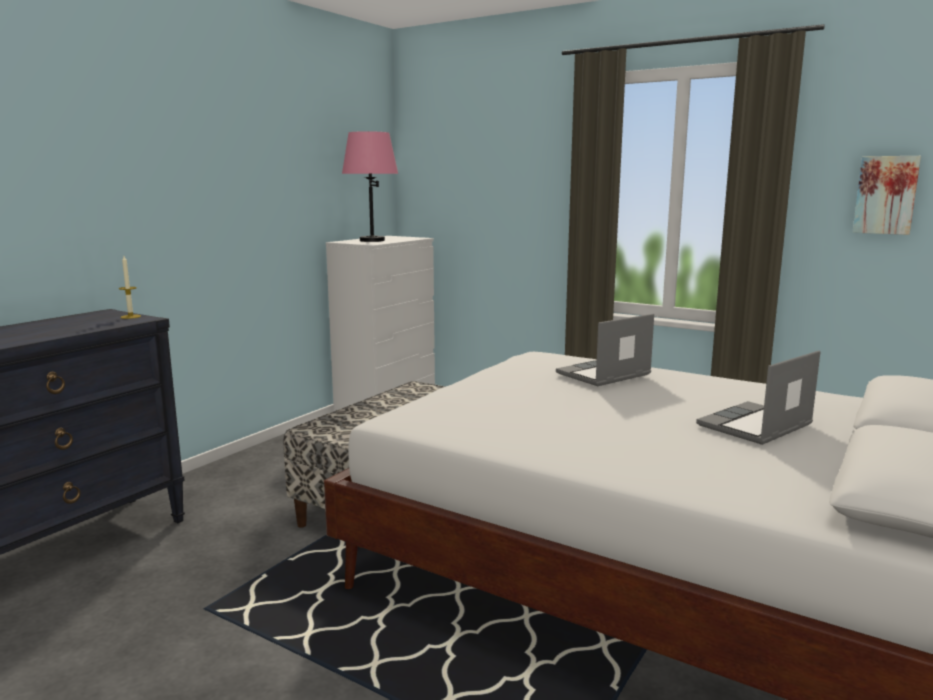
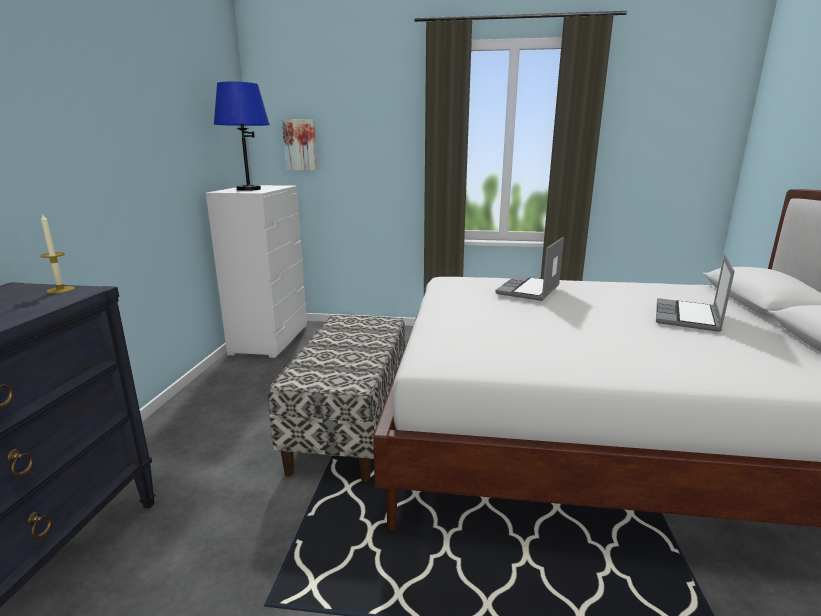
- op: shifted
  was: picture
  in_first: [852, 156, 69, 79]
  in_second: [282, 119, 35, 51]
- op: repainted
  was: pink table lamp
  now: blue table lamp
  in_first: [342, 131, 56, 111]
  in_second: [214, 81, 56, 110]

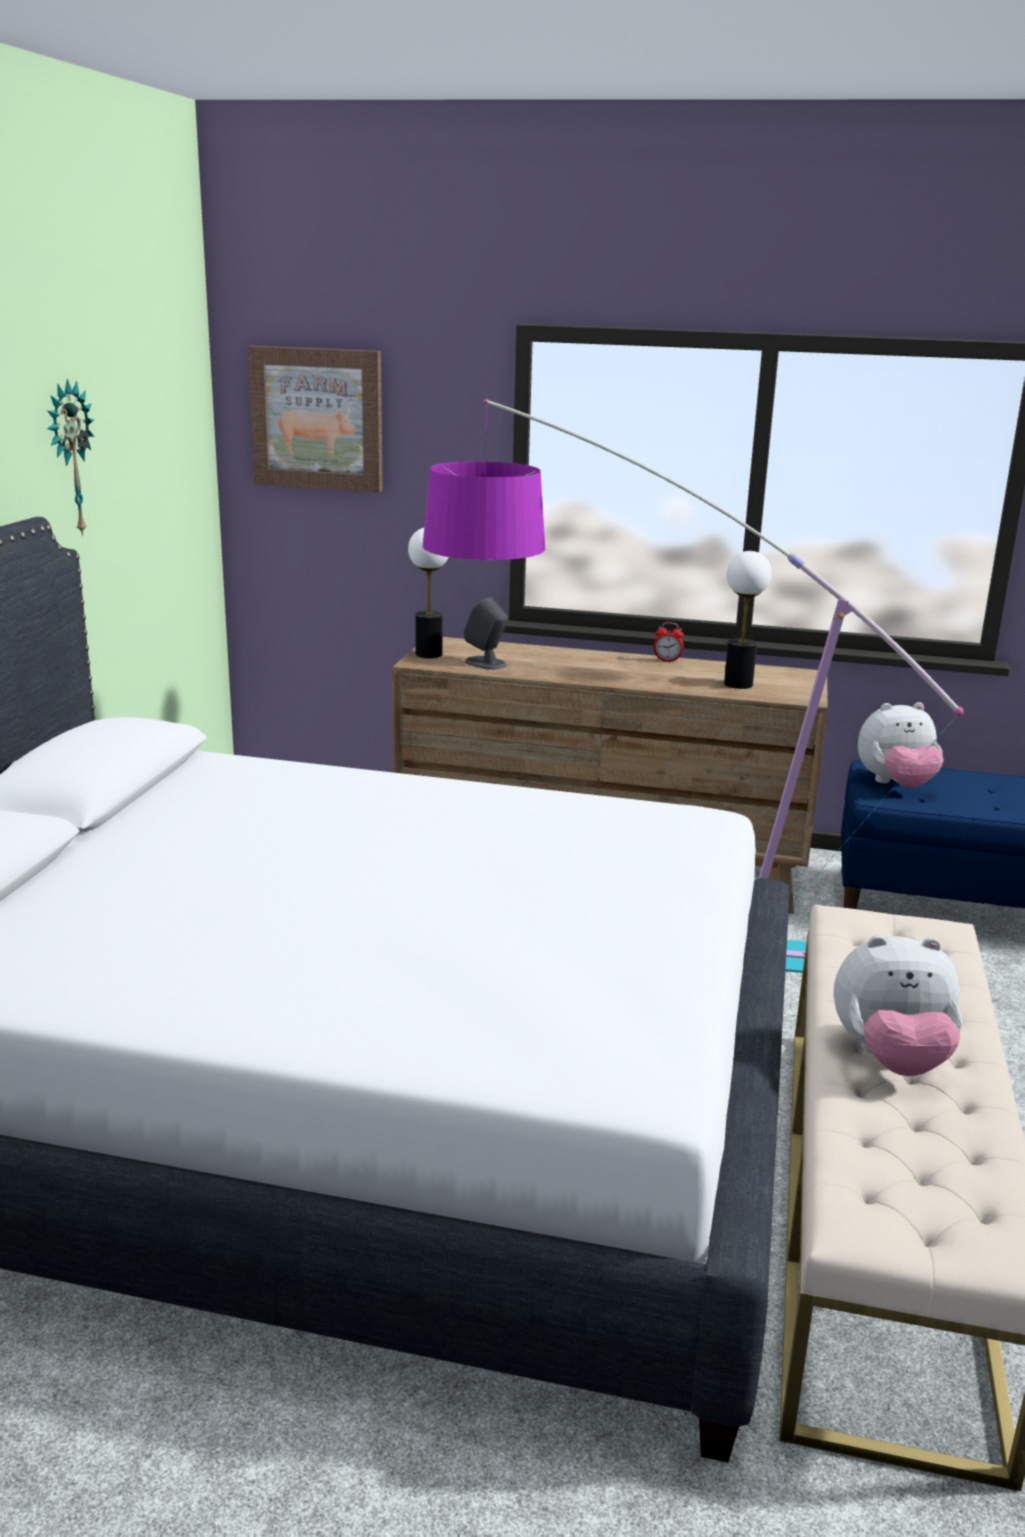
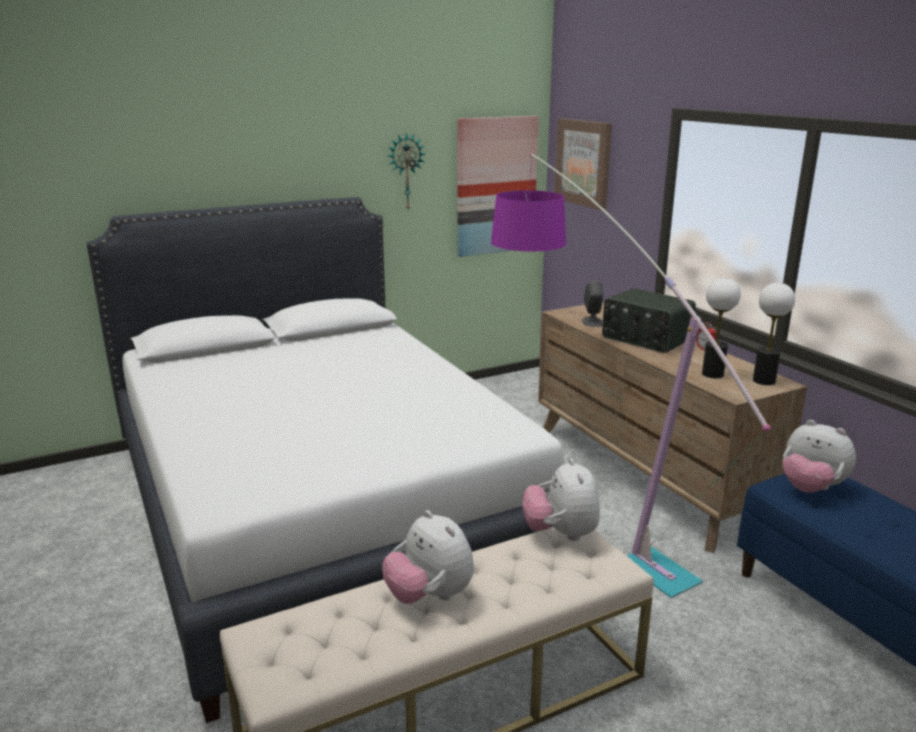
- op: new
  now: picture
  in_second: [457, 116, 82, 141]
- op: new
  now: plush toy
  in_second: [522, 458, 78, 83]
- op: new
  now: radio
  in_second: [602, 288, 94, 65]
- op: shifted
  was: table lamp
  in_first: [408, 528, 41, 130]
  in_second: [753, 283, 42, 102]

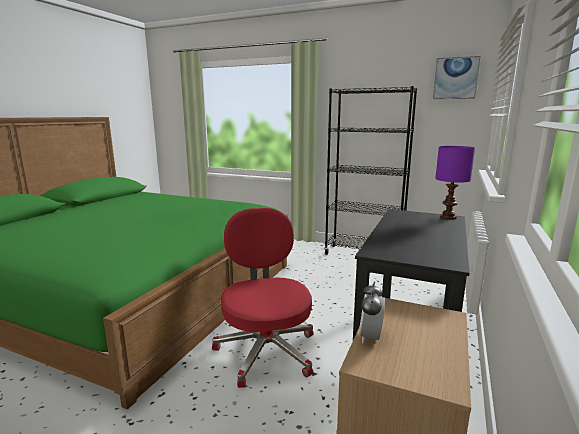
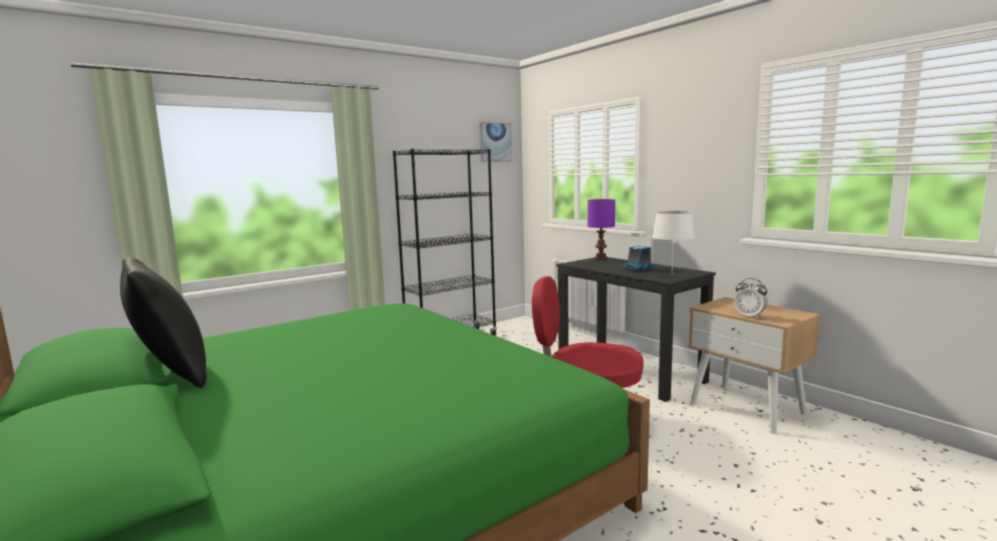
- op: new
  now: black pillow
  in_second: [120, 257, 87, 131]
- op: new
  now: toy truck
  in_second: [622, 246, 32, 25]
- op: new
  now: white table lamp
  in_second: [652, 211, 43, 56]

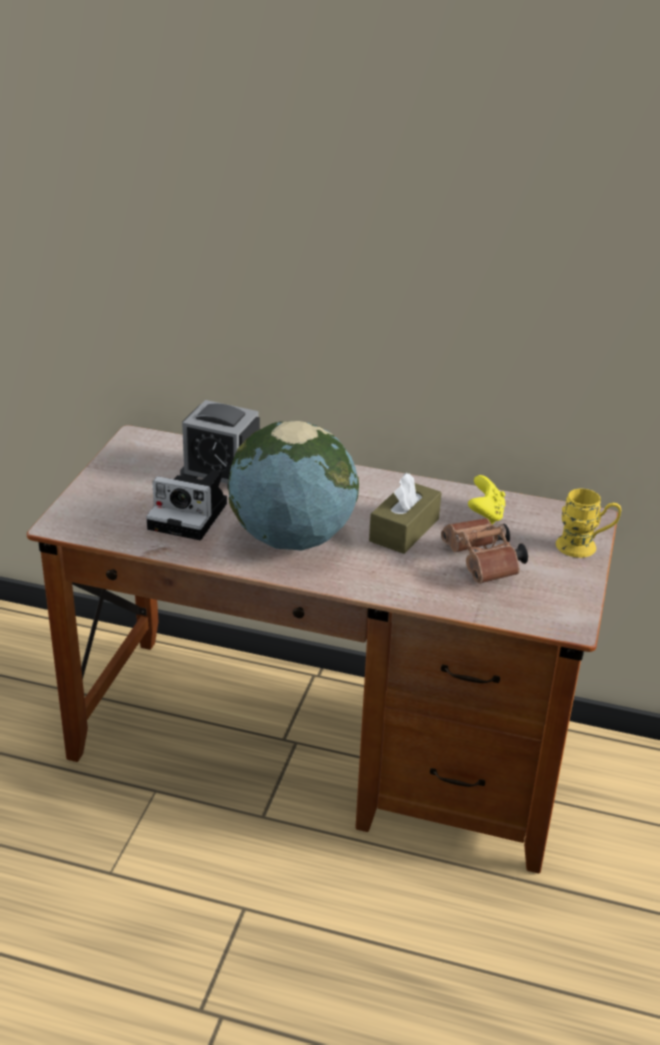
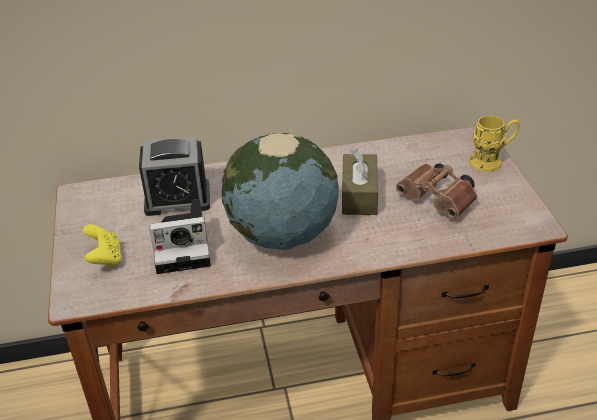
- op: shifted
  was: yellow game controller
  in_first: [468, 475, 37, 50]
  in_second: [83, 224, 39, 44]

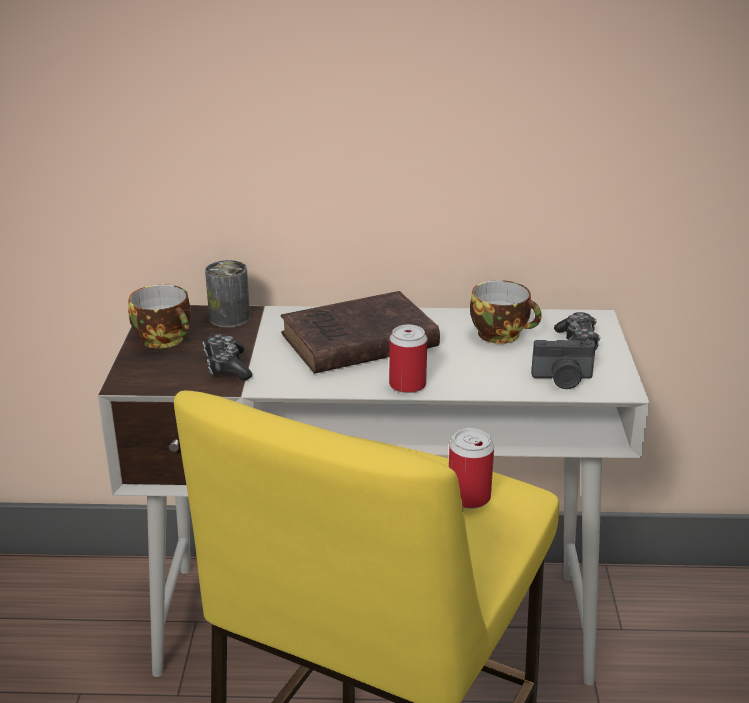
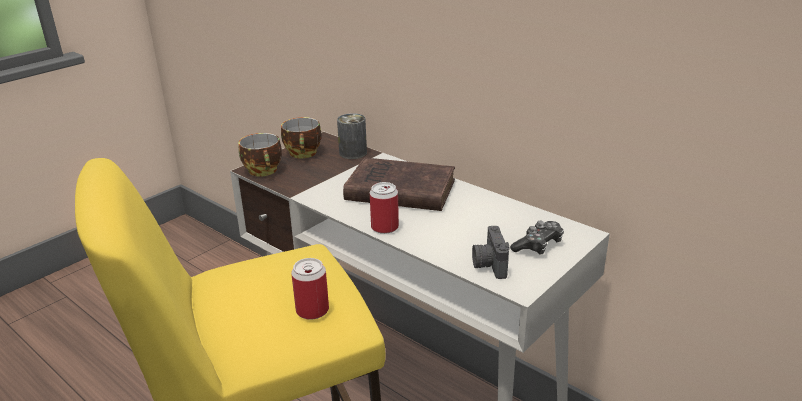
- op: gone
  was: game controller
  in_first: [202, 334, 50, 47]
- op: shifted
  was: cup
  in_first: [470, 280, 72, 64]
  in_second: [238, 133, 44, 44]
- op: rotated
  was: photo camera
  in_first: [531, 337, 65, 52]
  in_second: [472, 226, 38, 53]
  clockwise: 45

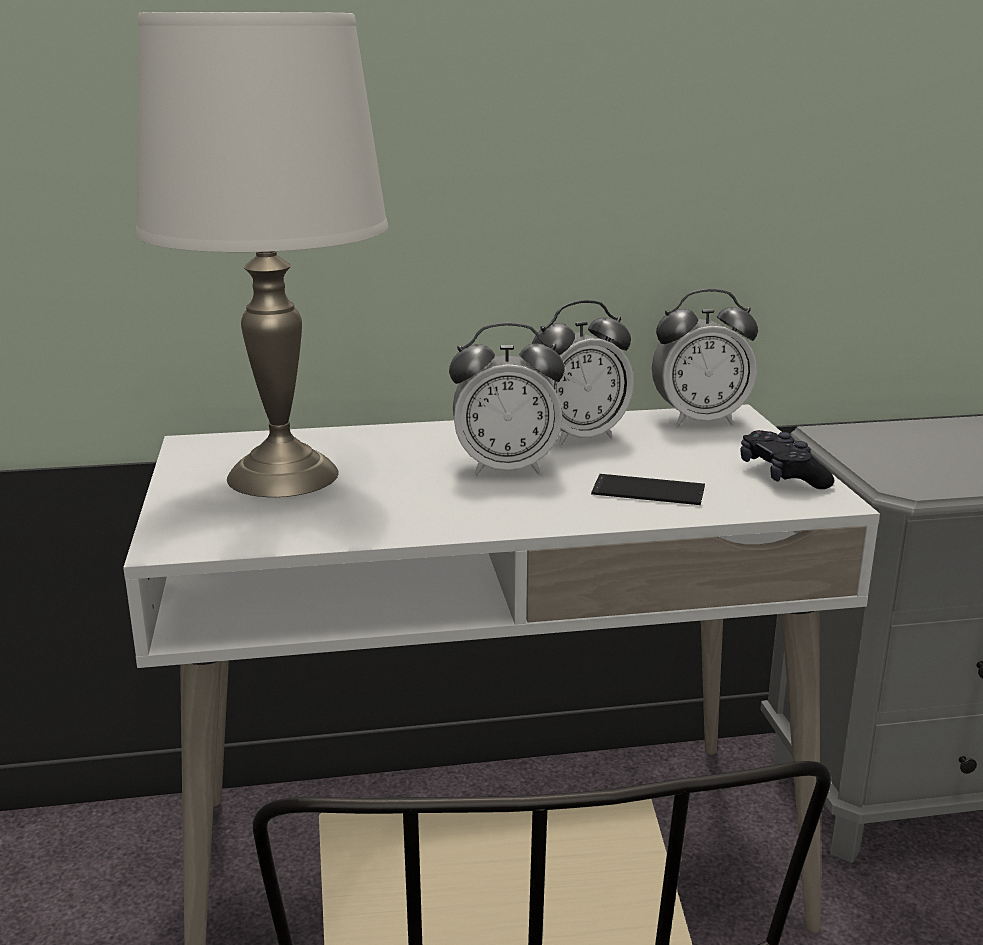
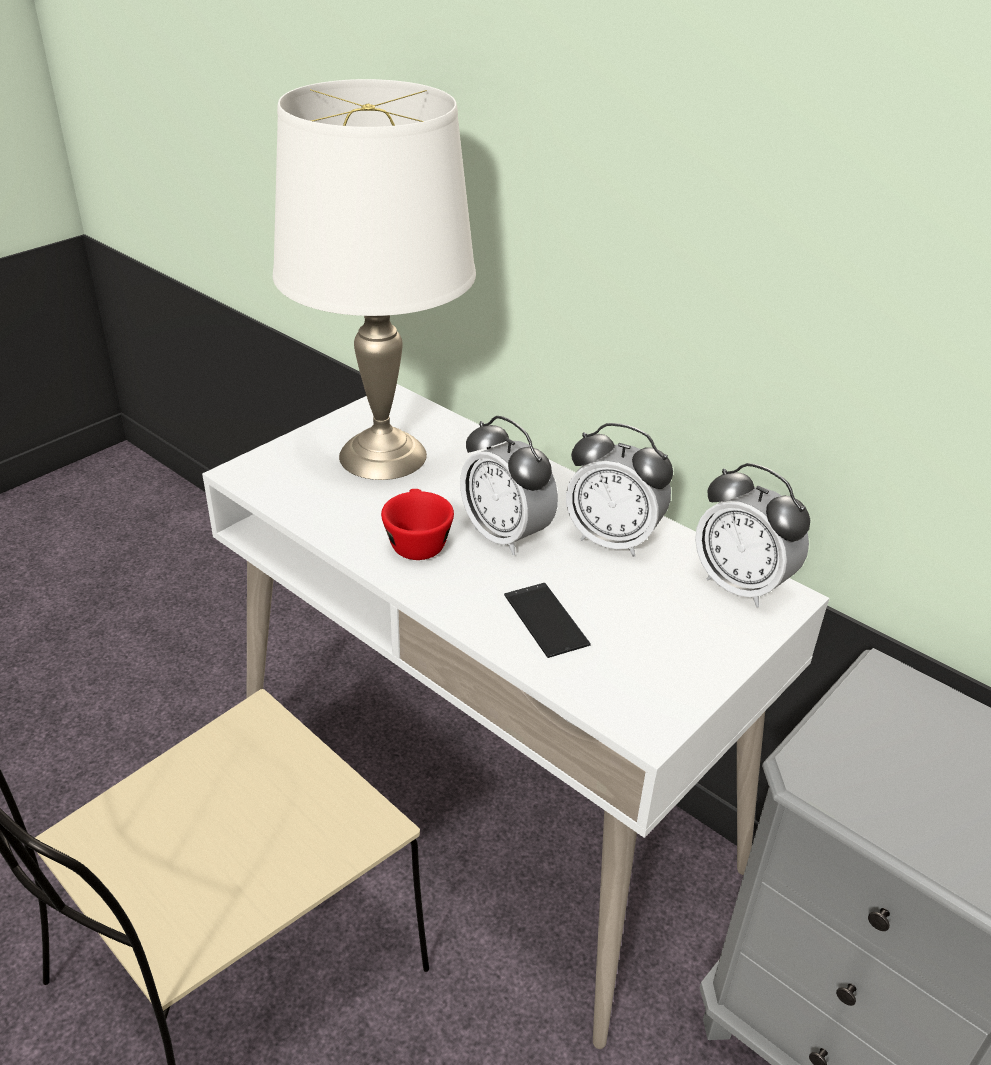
- op: gone
  was: black game controller
  in_first: [740, 430, 94, 59]
- op: new
  now: red cup
  in_second: [381, 489, 73, 71]

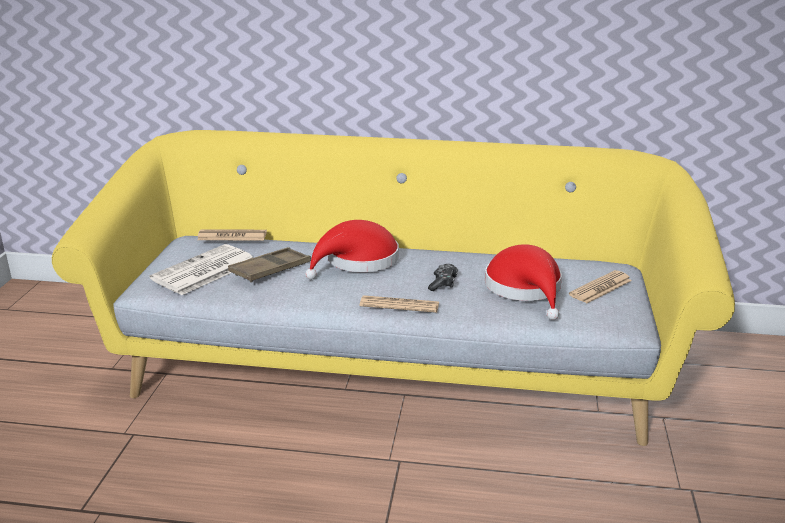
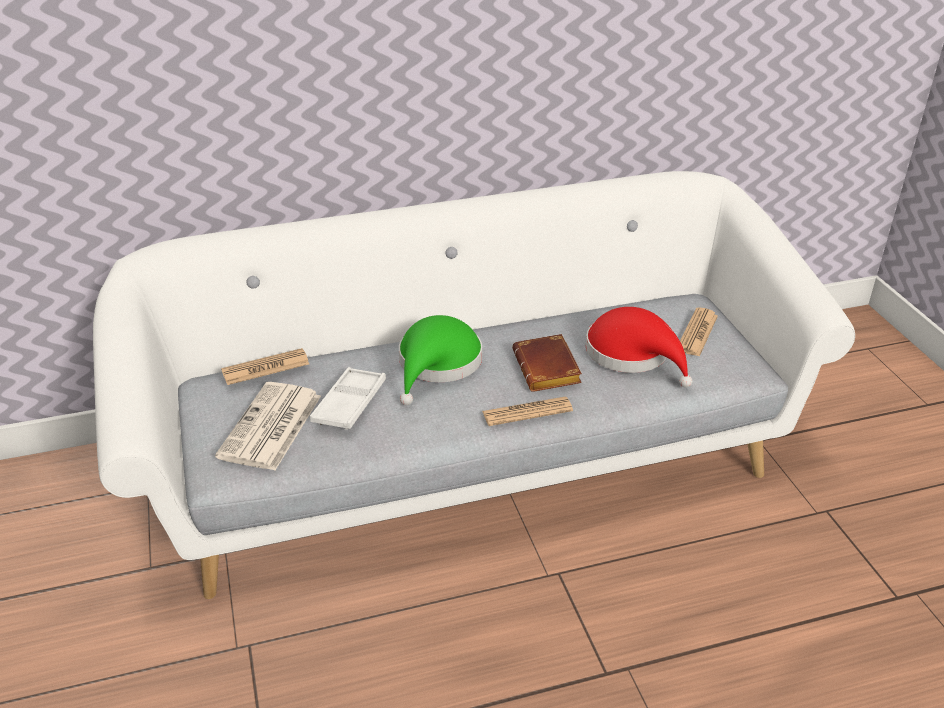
- op: swapped
  was: game controller
  now: brown book
  in_first: [428, 264, 30, 27]
  in_second: [512, 334, 70, 58]
- op: repainted
  was: yellow sofa
  now: white sofa
  in_first: [52, 130, 683, 316]
  in_second: [93, 171, 762, 428]
- op: repainted
  was: brown tray
  now: white tray
  in_first: [228, 247, 83, 36]
  in_second: [310, 367, 76, 63]
- op: repainted
  was: red hat
  now: green hat
  in_first: [305, 220, 94, 60]
  in_second: [399, 315, 83, 90]

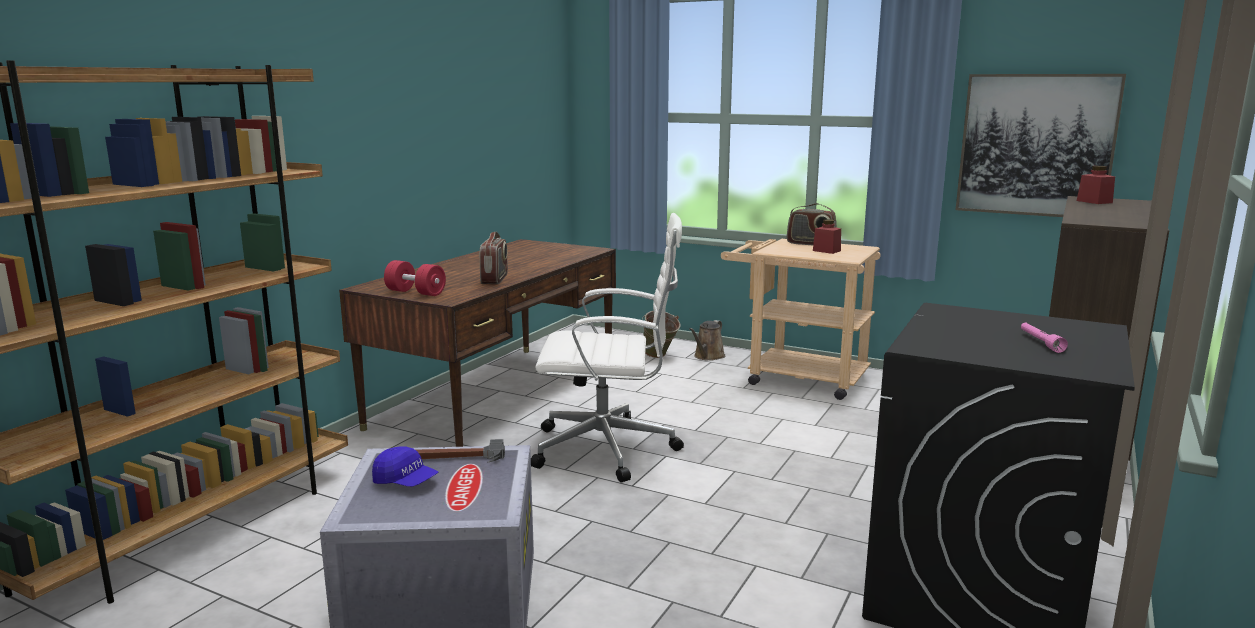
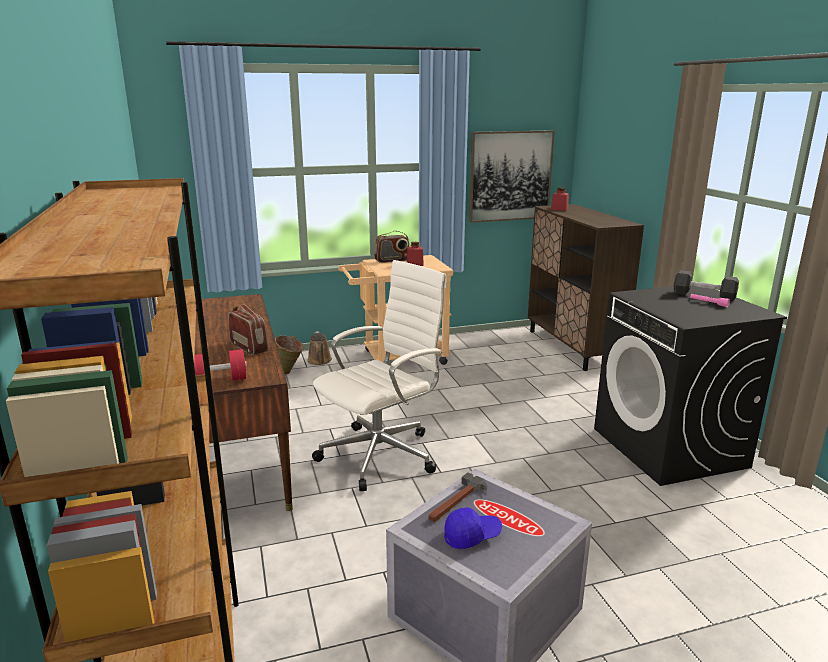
- op: new
  now: black dumbbell
  in_second: [674, 270, 65, 32]

